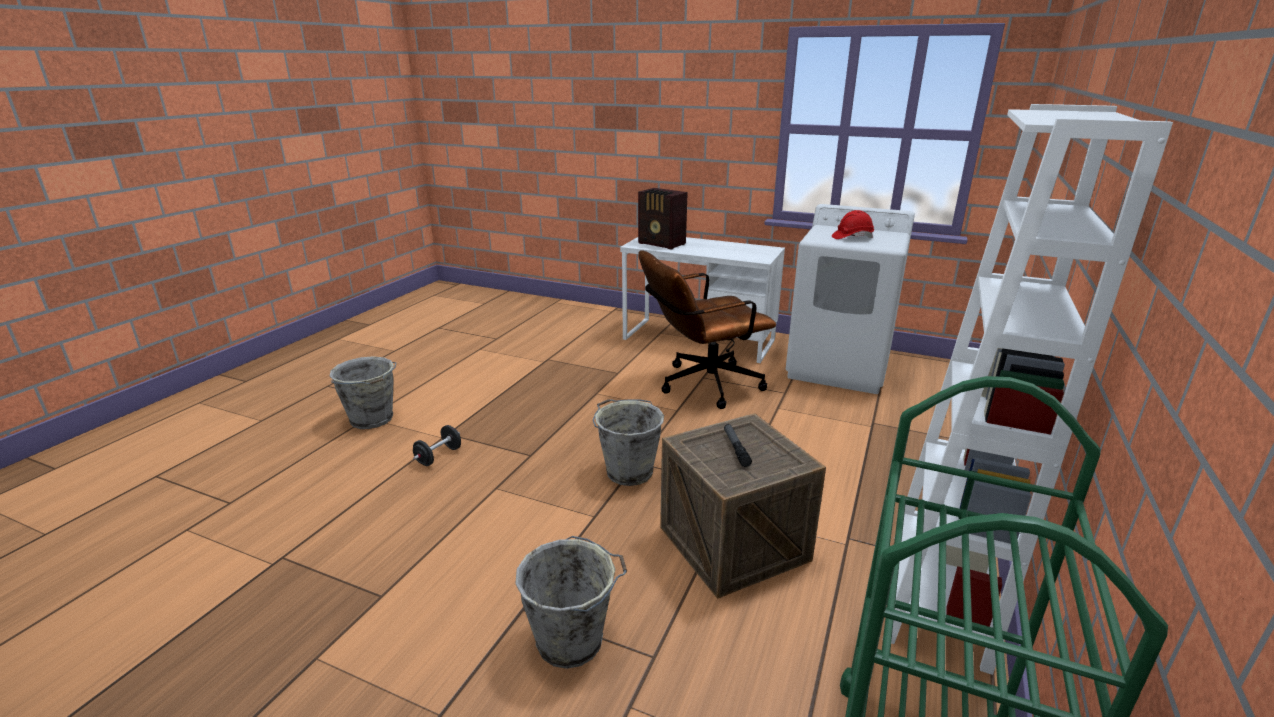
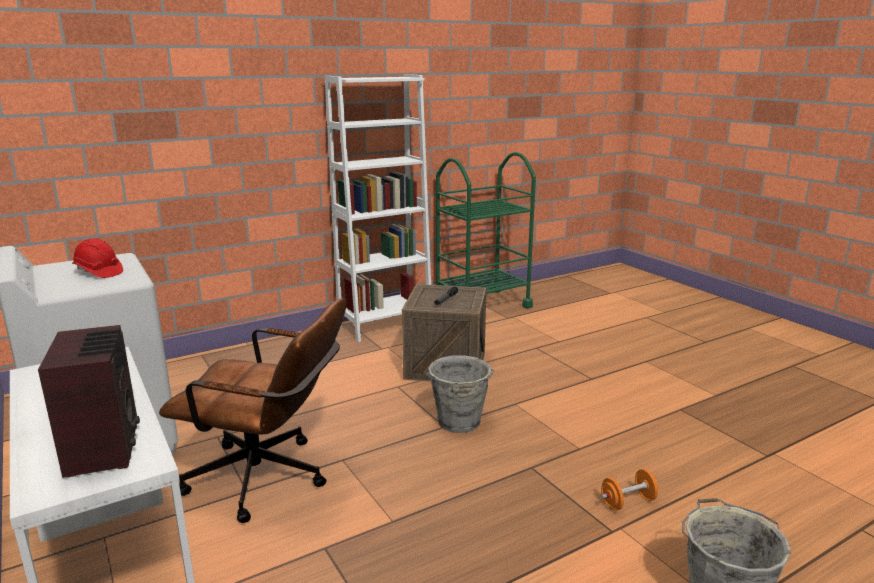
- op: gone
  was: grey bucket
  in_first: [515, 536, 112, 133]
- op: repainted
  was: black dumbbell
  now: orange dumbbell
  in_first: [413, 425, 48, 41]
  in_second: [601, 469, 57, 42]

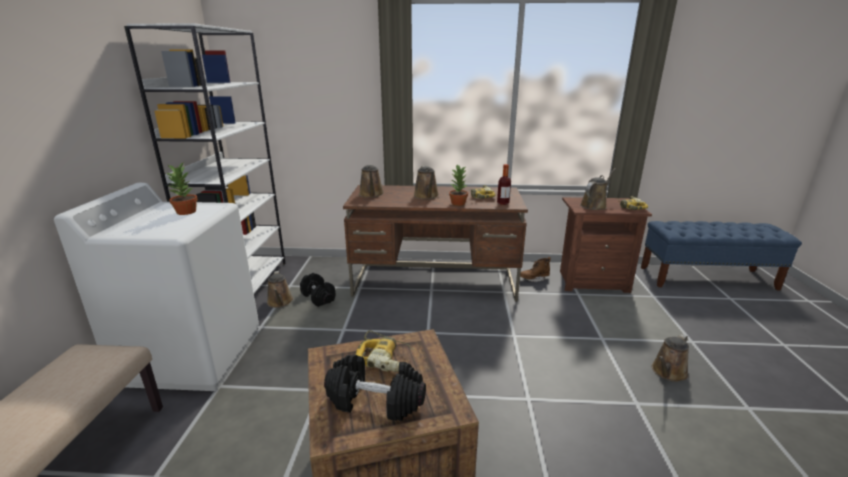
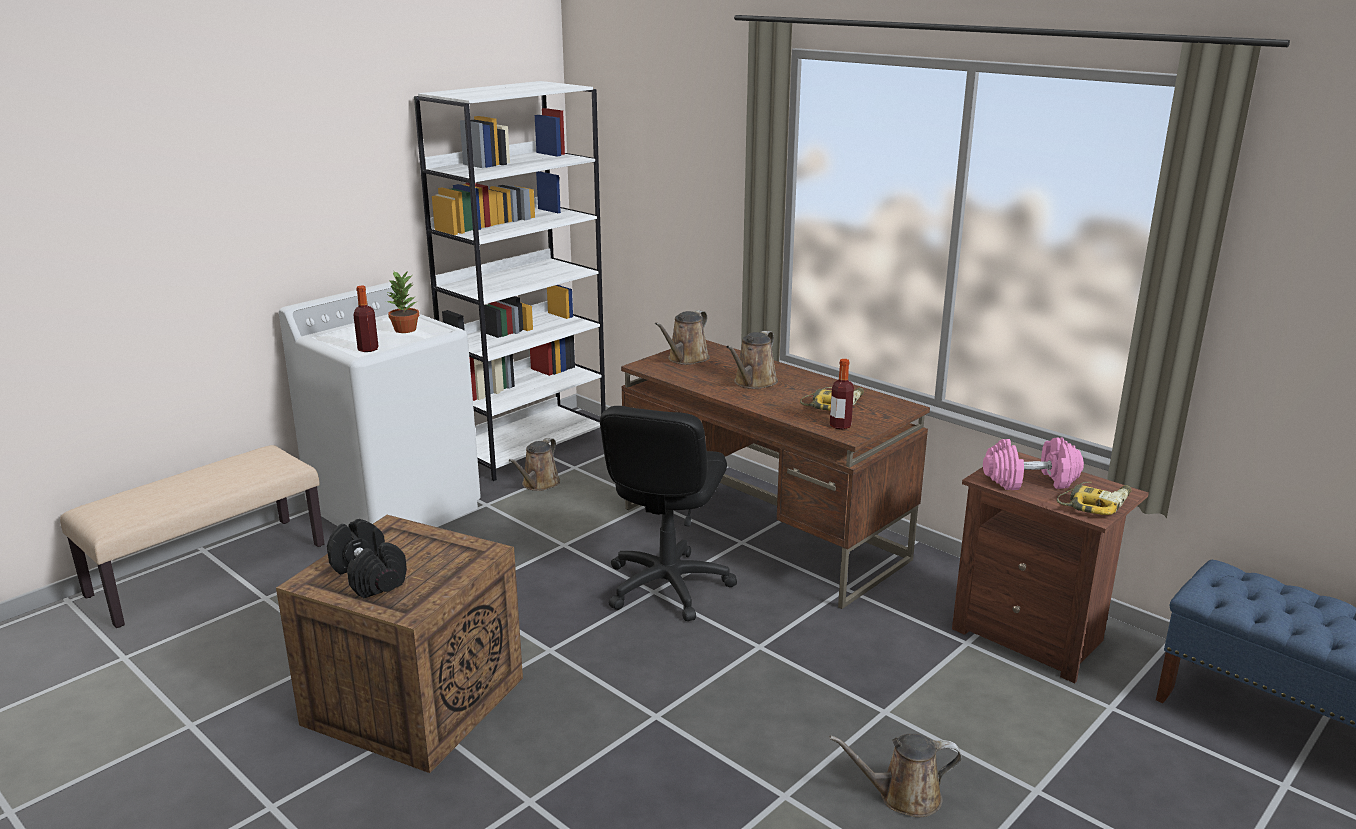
- op: gone
  was: black dumbbell
  in_first: [300, 273, 35, 34]
- op: gone
  was: power drill
  in_first: [355, 330, 59, 42]
- op: gone
  was: potted plant
  in_first: [449, 165, 19, 41]
- op: gone
  was: brown boot
  in_first: [520, 257, 31, 25]
- op: new
  now: bottle
  in_second: [353, 286, 25, 66]
- op: new
  now: black office chair
  in_second: [600, 406, 137, 215]
- op: swapped
  was: brown watering can
  now: pink dumbbell
  in_first: [580, 168, 36, 42]
  in_second: [983, 438, 101, 52]

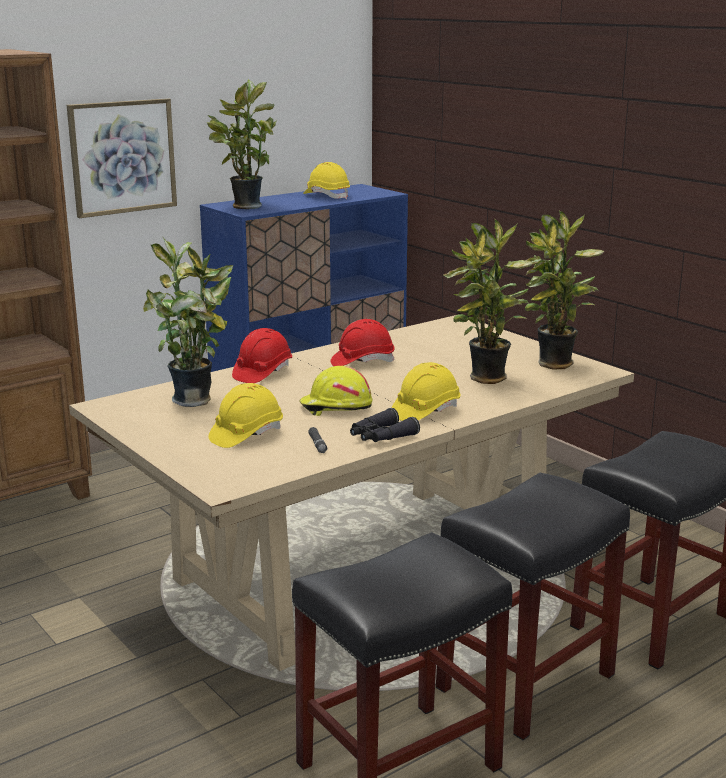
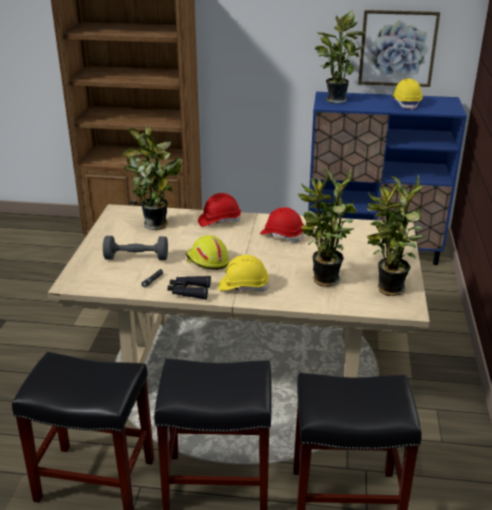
- op: shifted
  was: picture
  in_first: [67, 98, 110, 120]
  in_second: [358, 10, 82, 77]
- op: swapped
  was: yellow hard hat
  now: grey dumbbell
  in_first: [208, 383, 75, 65]
  in_second: [103, 236, 65, 24]

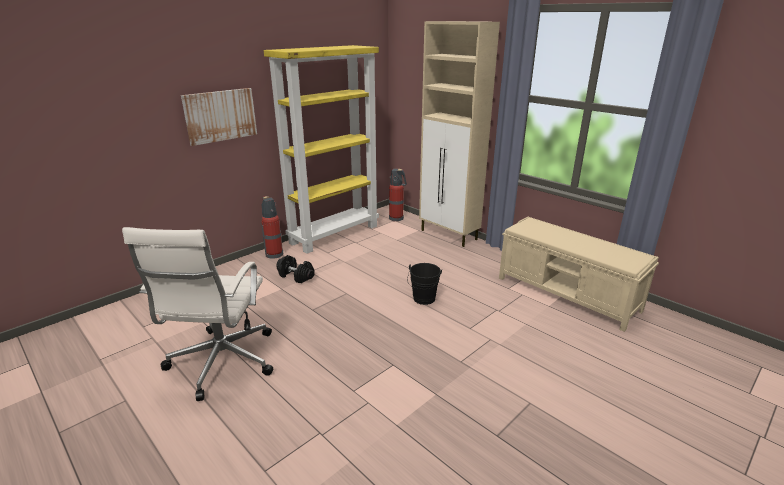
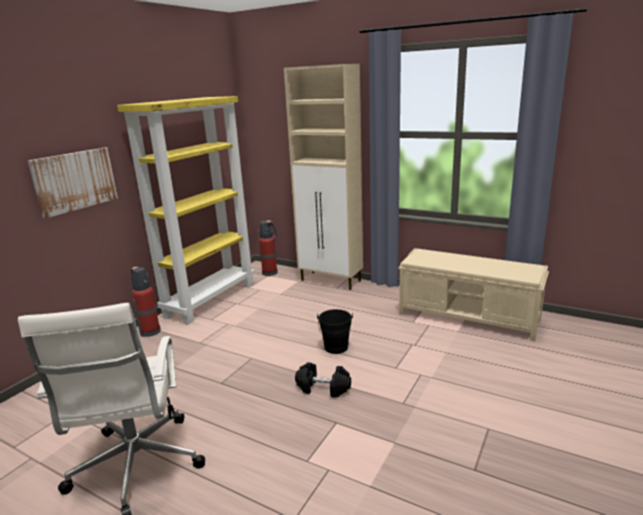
- op: shifted
  was: black dumbbell
  in_first: [276, 255, 39, 28]
  in_second: [295, 362, 56, 35]

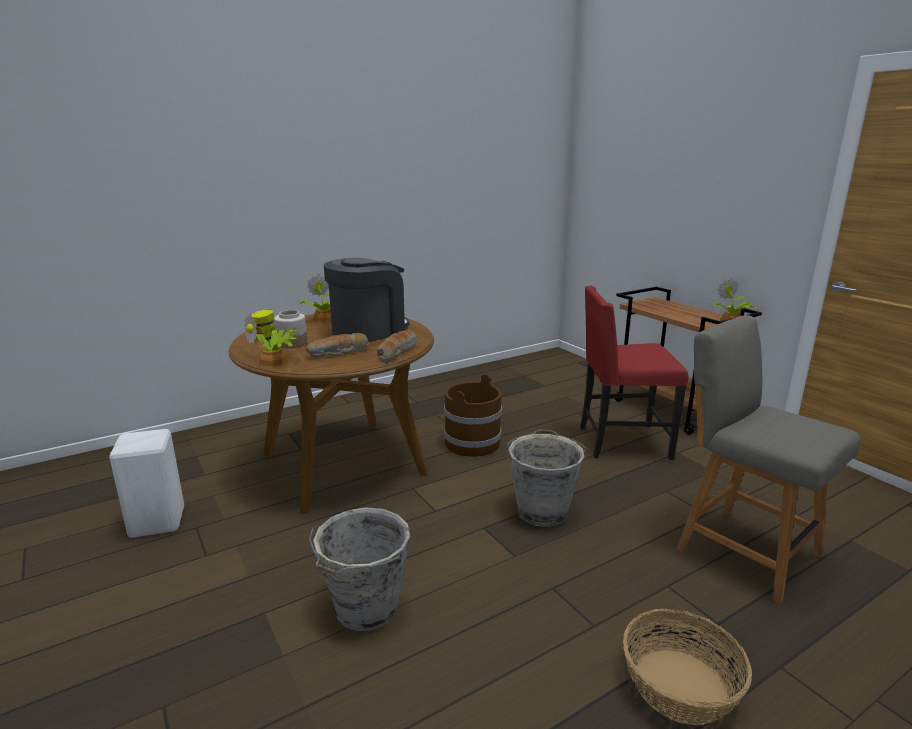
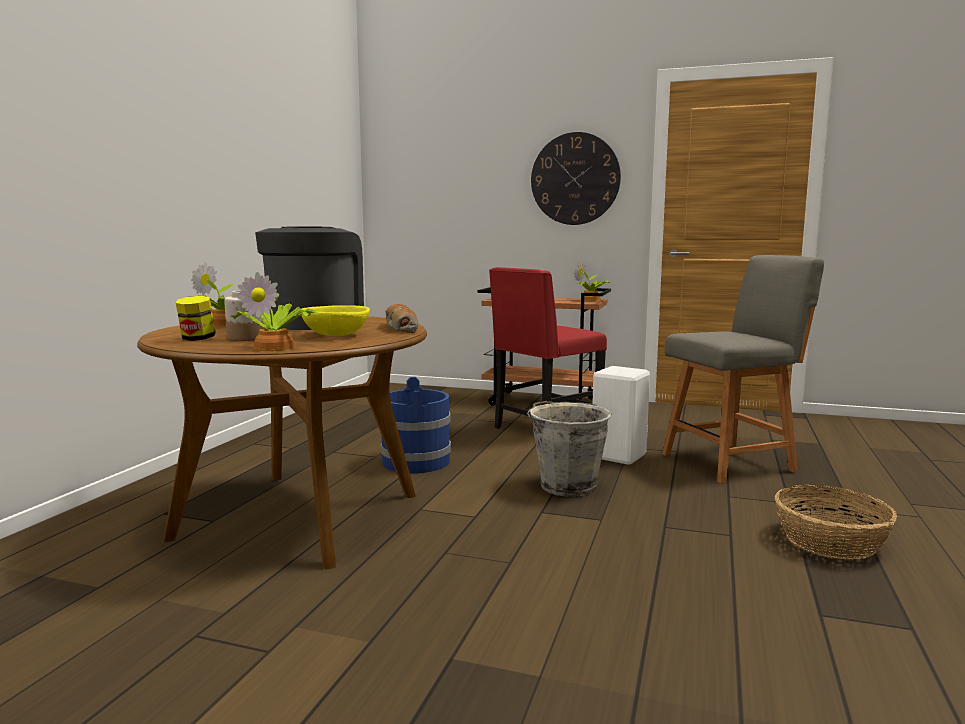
- op: gone
  was: grey bucket
  in_first: [309, 507, 101, 124]
- op: new
  now: wall clock
  in_second: [531, 132, 90, 93]
- op: shifted
  was: white stool
  in_first: [109, 429, 75, 109]
  in_second: [592, 366, 58, 99]
- op: swapped
  was: bread
  now: yellow bowl
  in_first: [306, 333, 63, 24]
  in_second: [301, 305, 69, 31]
- op: repainted
  was: brown bucket
  now: blue bucket
  in_first: [444, 374, 58, 83]
  in_second: [381, 377, 70, 96]
- op: rotated
  was: grey chair
  in_first: [677, 315, 184, 289]
  in_second: [662, 255, 162, 229]
  clockwise: 150

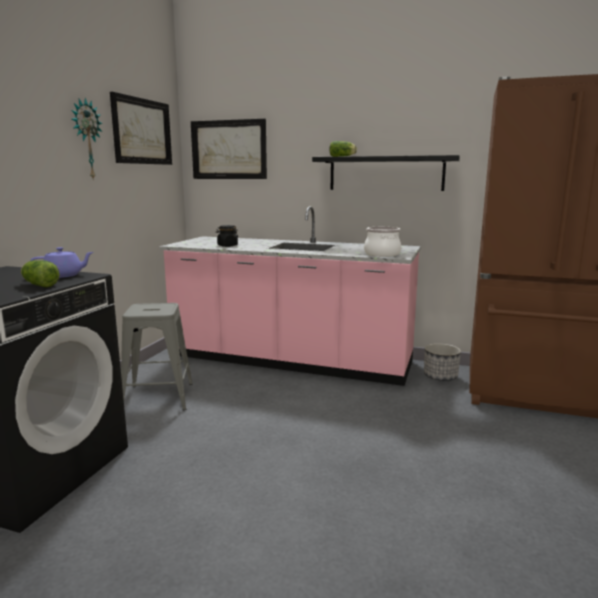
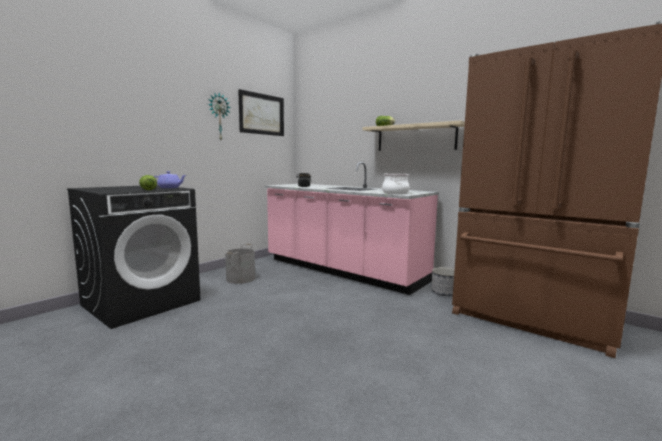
- op: gone
  was: picture
  in_first: [191, 119, 76, 60]
- op: swapped
  was: grey stool
  now: grey bucket
  in_first: [121, 303, 72, 107]
  in_second: [225, 244, 30, 40]
- op: repainted
  was: black shelf
  now: beige shelf
  in_first: [312, 155, 148, 36]
  in_second: [362, 120, 103, 31]

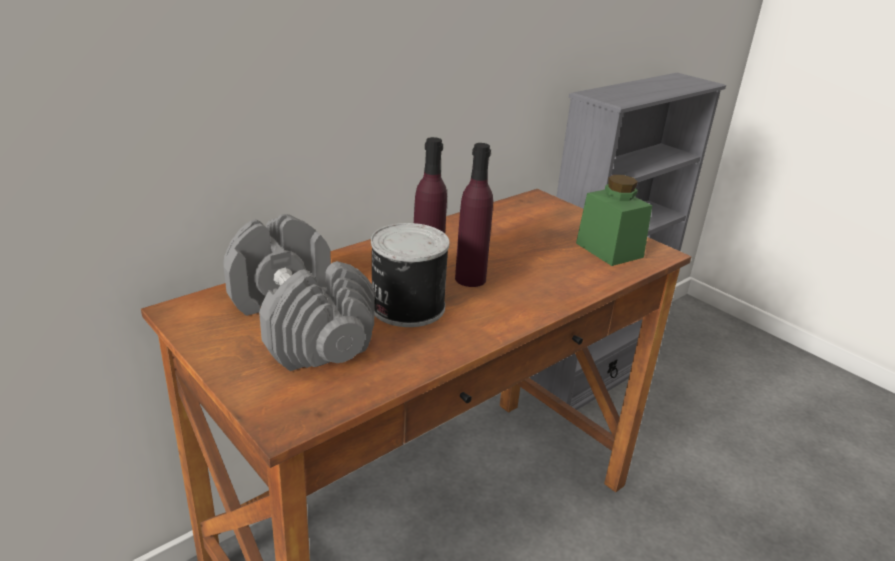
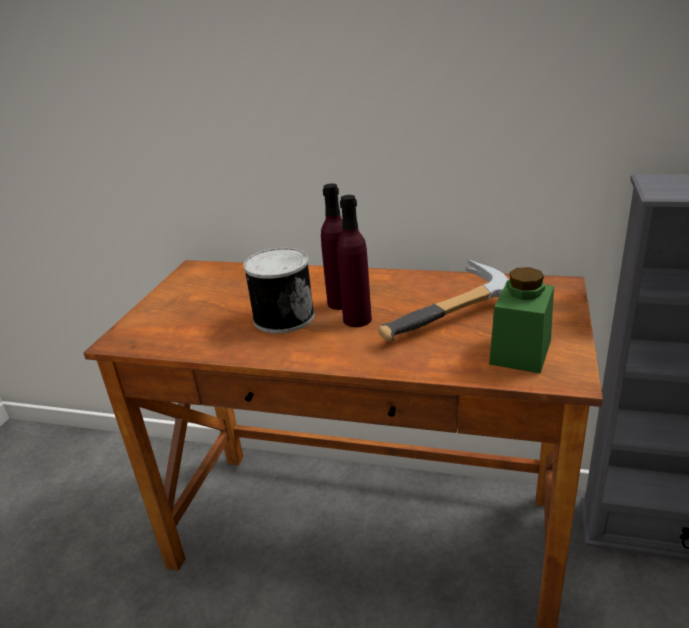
- op: gone
  was: grey dumbbell
  in_first: [224, 214, 151, 157]
- op: new
  now: hammer
  in_second: [378, 260, 131, 82]

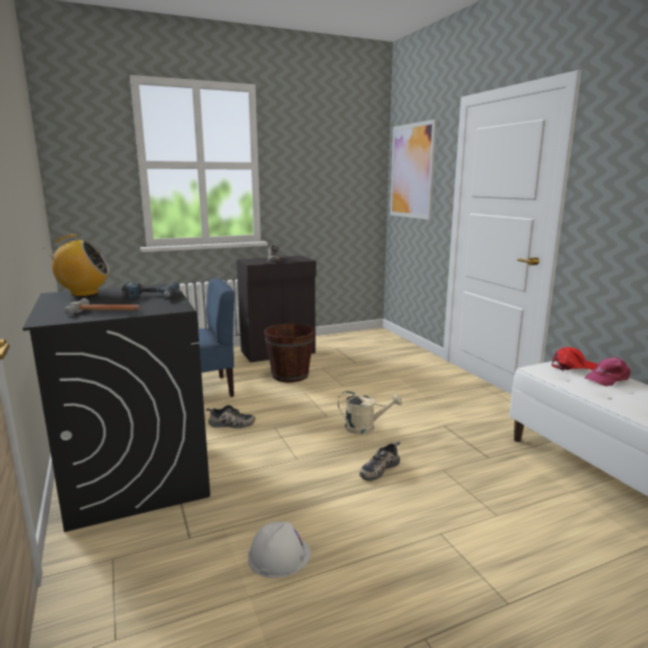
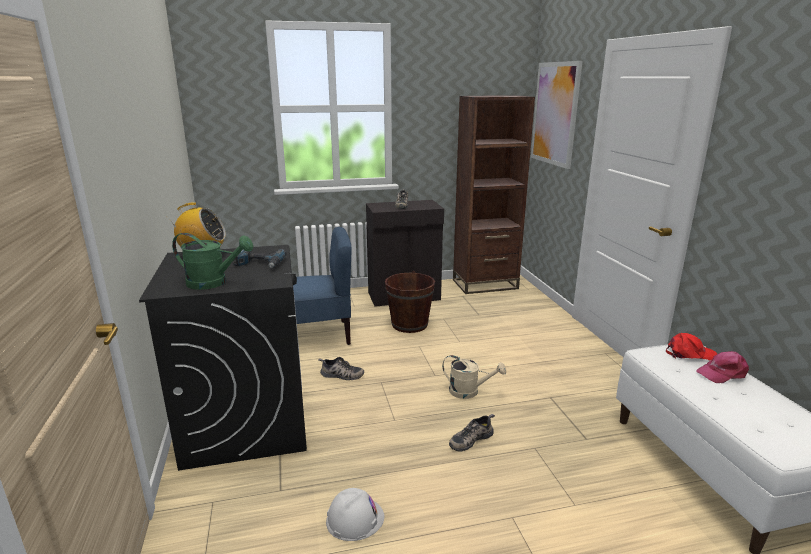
- op: new
  now: brown bookcase
  in_second: [453, 95, 82, 199]
- op: swapped
  was: hammer
  now: green watering can
  in_first: [65, 298, 76, 17]
  in_second: [172, 233, 81, 57]

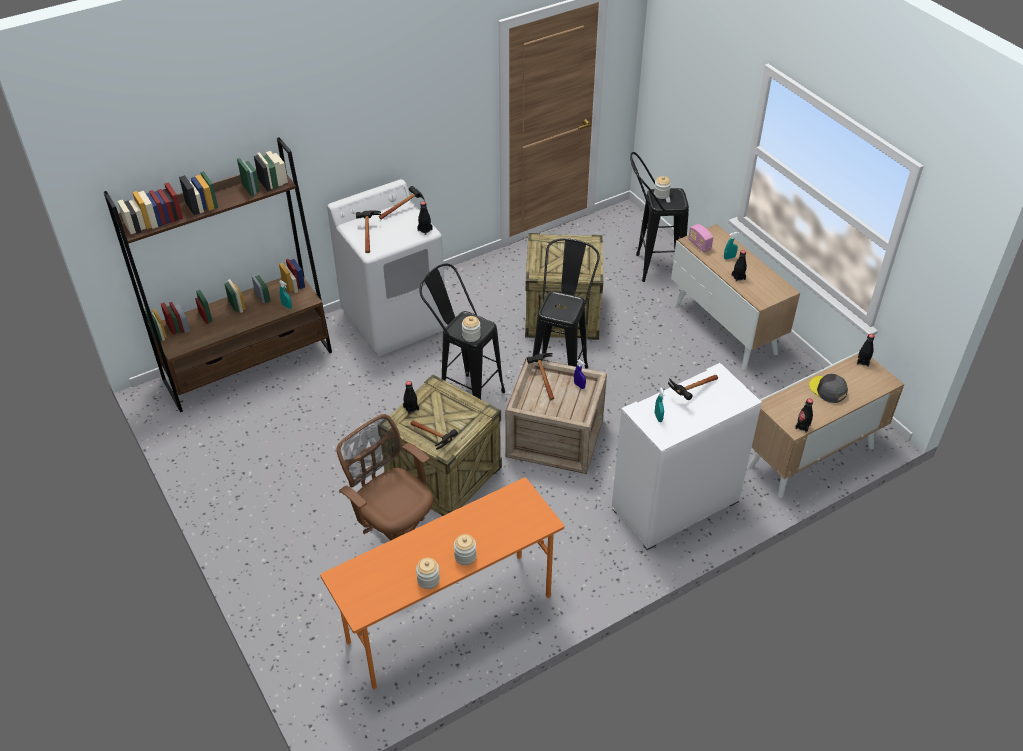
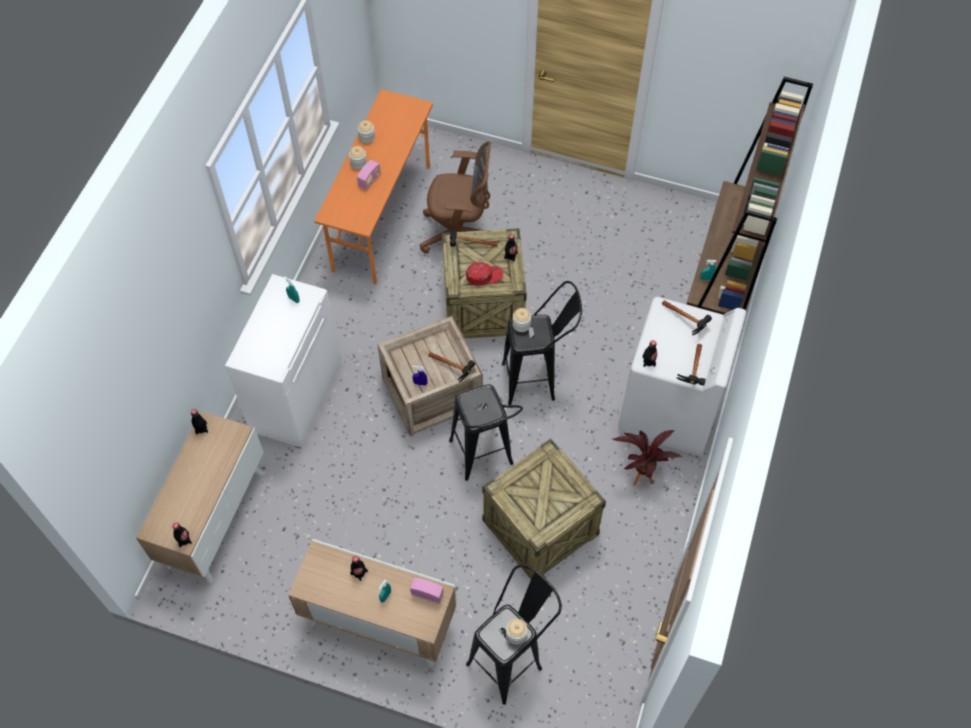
- op: gone
  was: hammer
  in_first: [668, 375, 50, 25]
- op: gone
  was: grey cap
  in_first: [809, 374, 39, 29]
- op: new
  now: radio
  in_second: [357, 160, 24, 30]
- op: new
  now: red cap
  in_second: [466, 262, 37, 24]
- op: new
  now: potted plant
  in_second: [612, 430, 69, 56]

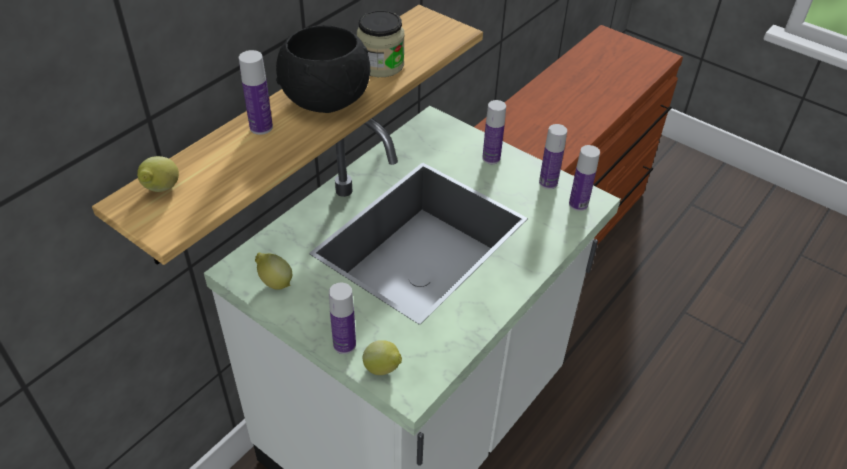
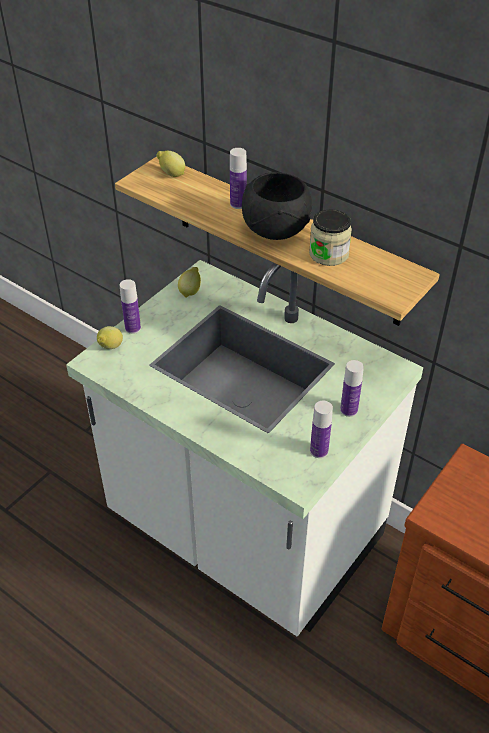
- op: gone
  was: bottle
  in_first: [569, 145, 31, 66]

